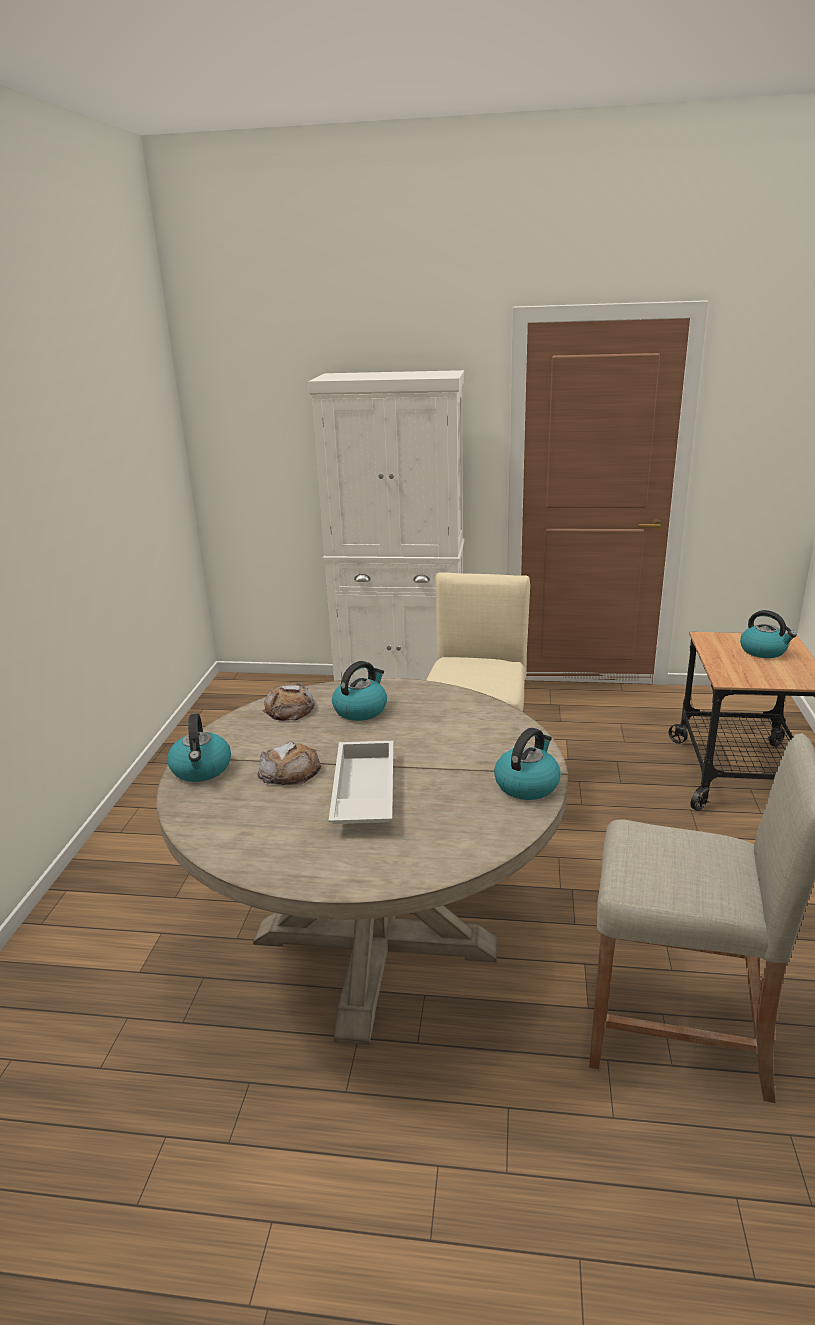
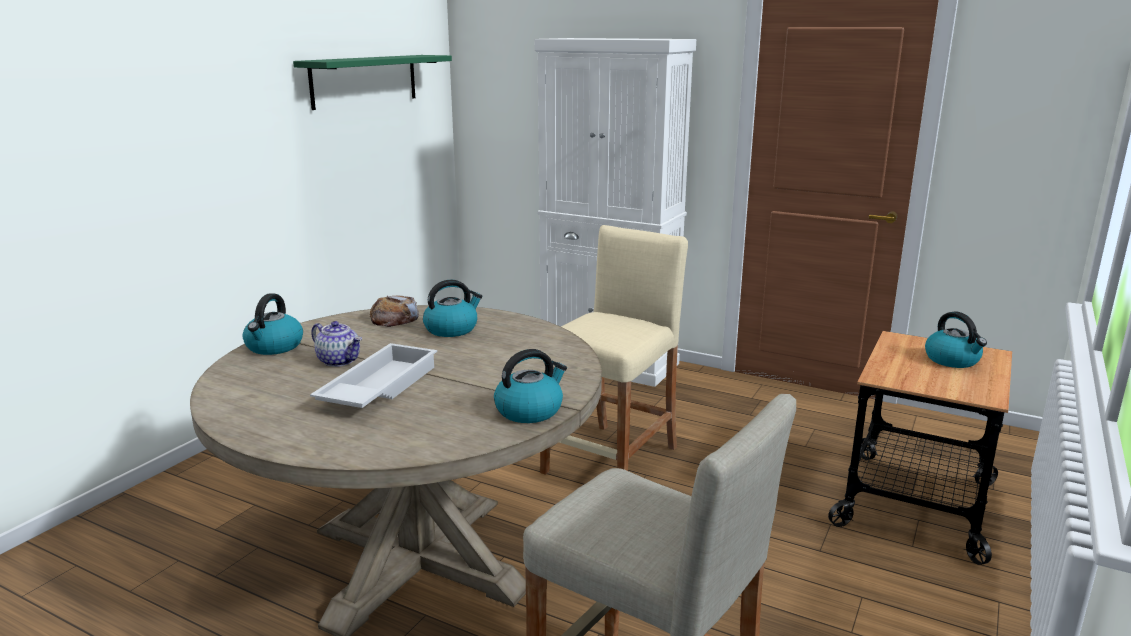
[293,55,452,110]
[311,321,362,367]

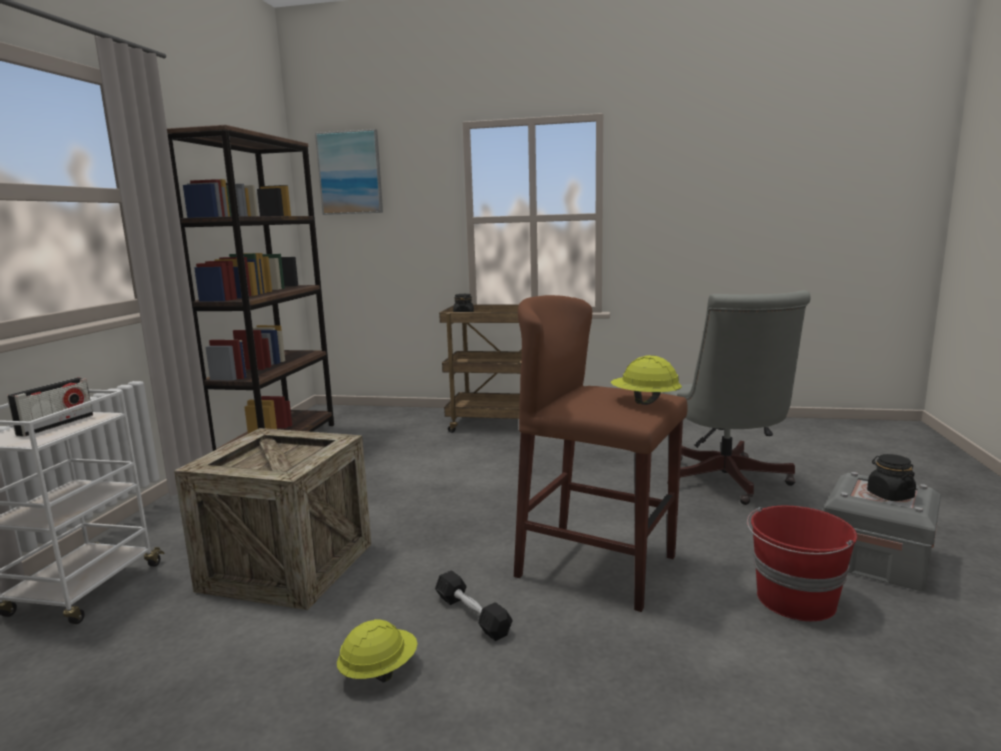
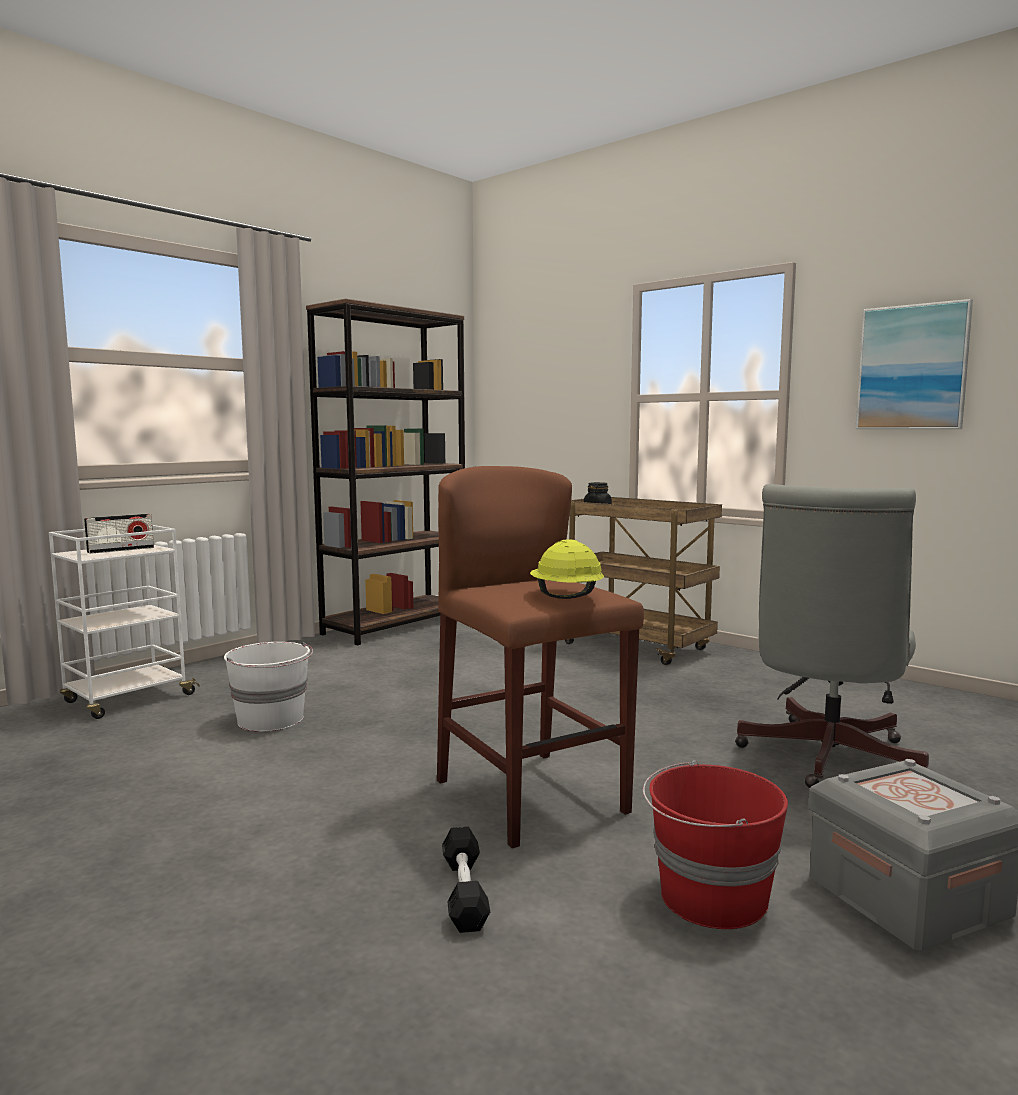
[337,619,417,682] (first image)
[867,454,916,501] (first image)
[856,299,973,429]
[442,827,490,933]
[224,642,313,732]

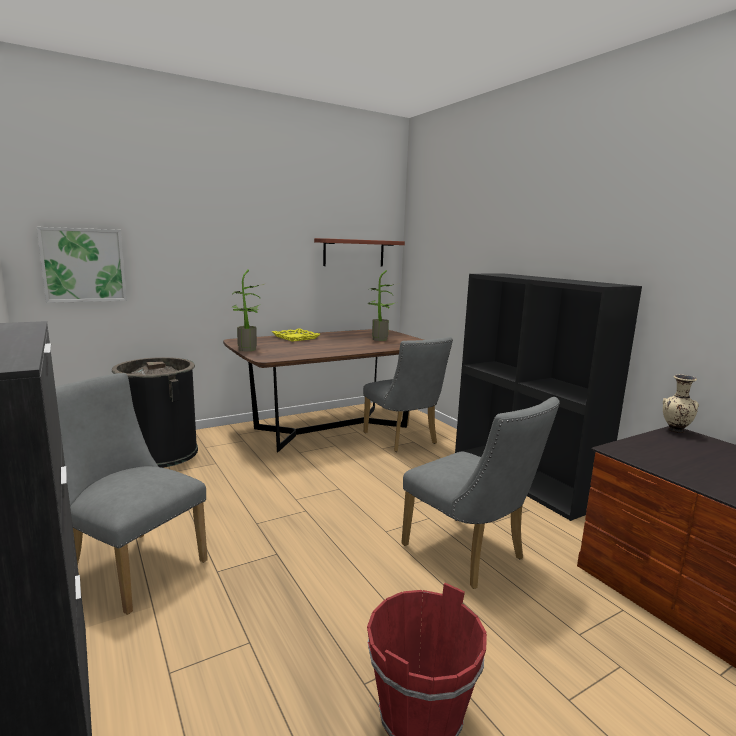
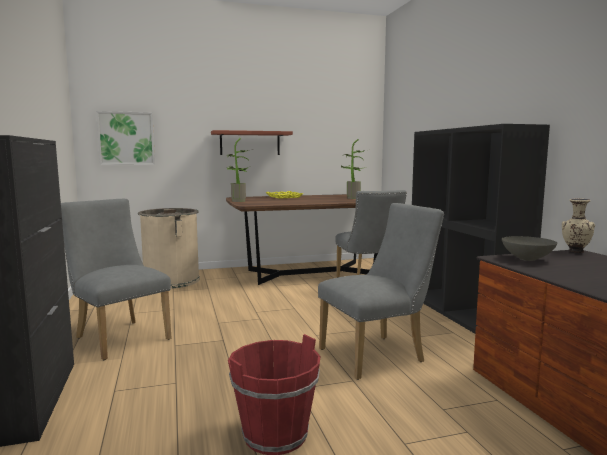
[502,236,557,261]
[211,130,293,155]
[138,208,200,289]
[318,203,444,380]

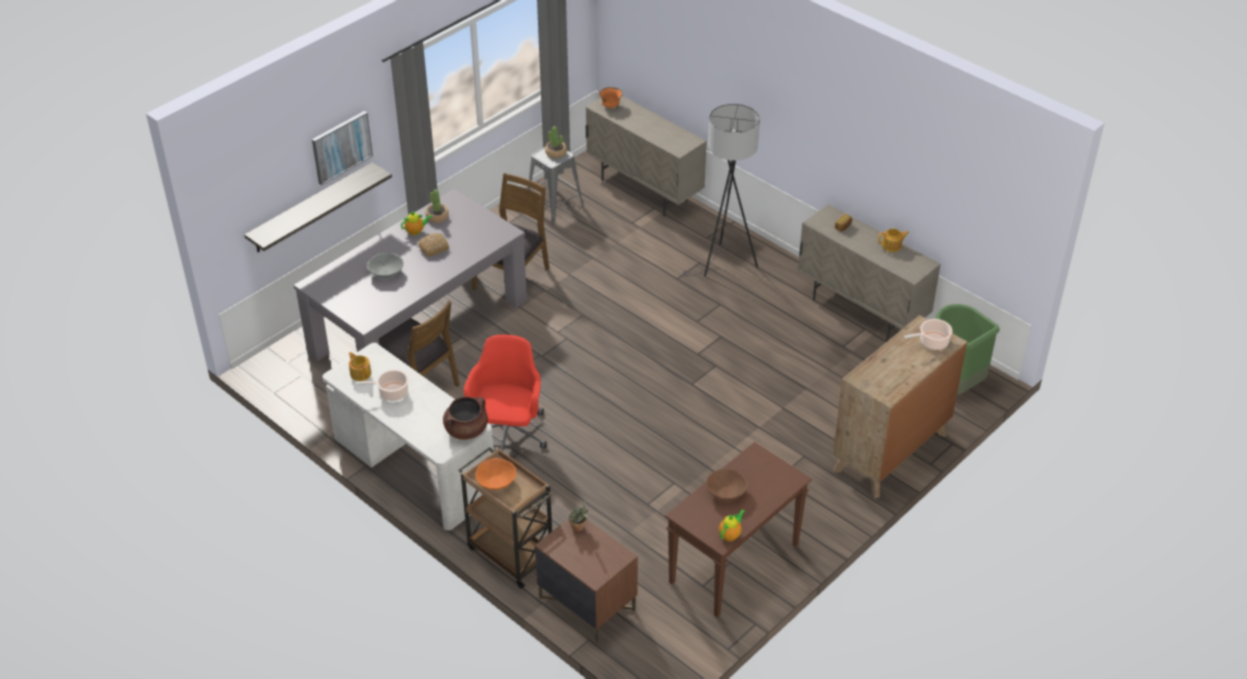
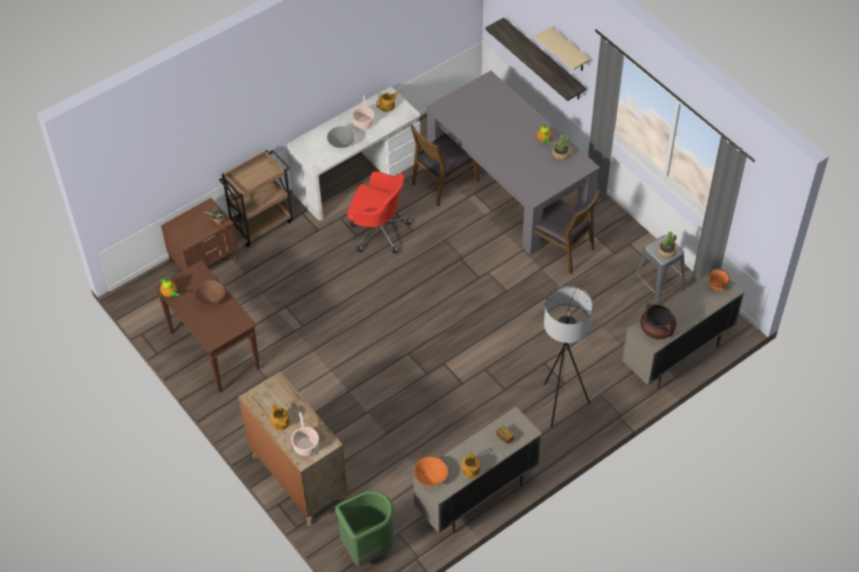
[418,233,449,257] (first image)
[270,404,290,430]
[327,126,355,148]
[641,304,676,340]
[414,457,448,486]
[535,27,590,71]

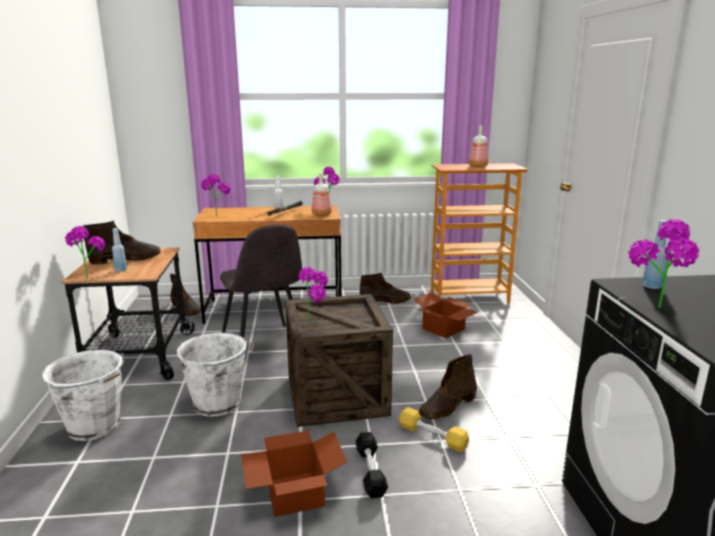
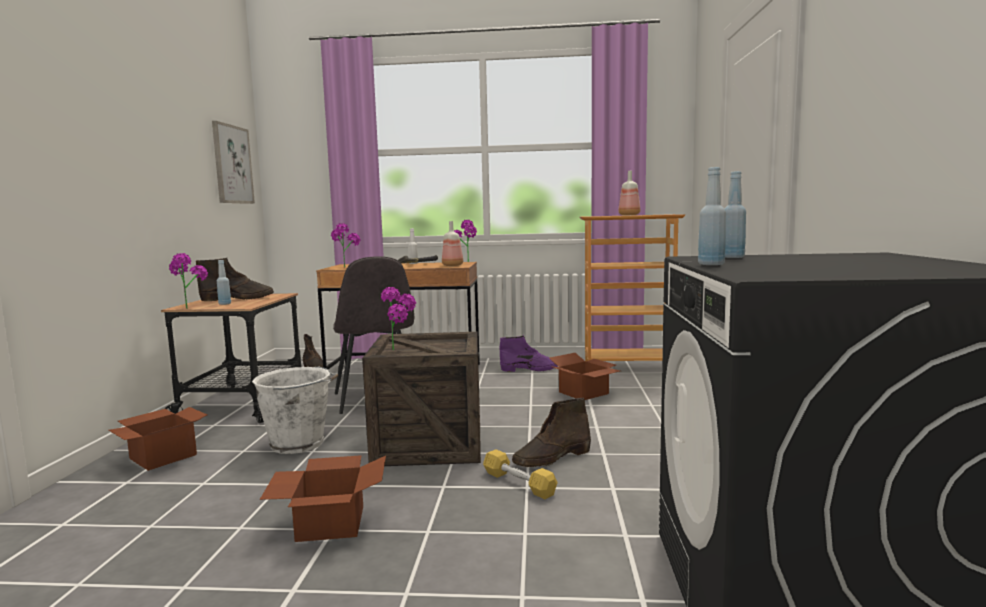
[355,432,388,498] (first image)
[212,121,255,204]
[108,407,208,471]
[698,167,726,265]
[500,335,558,372]

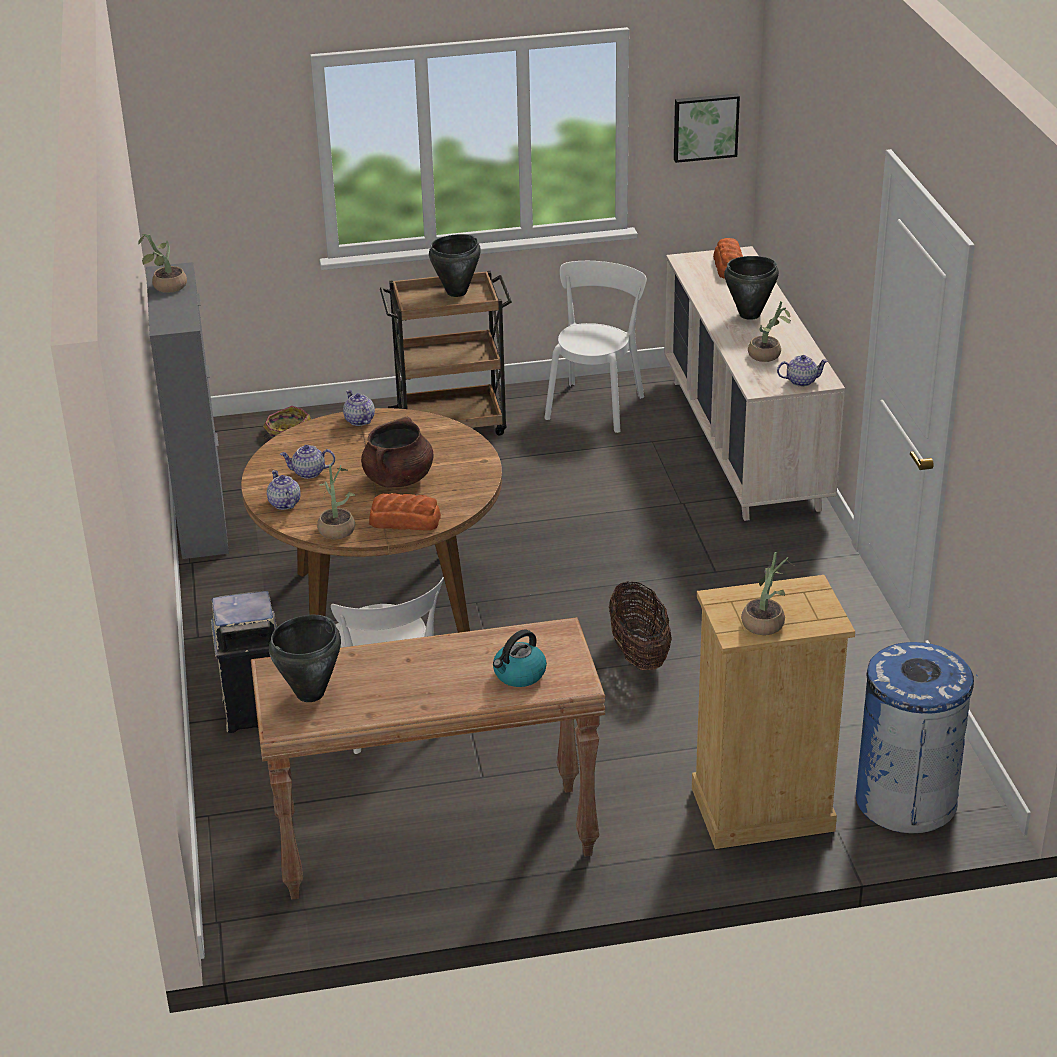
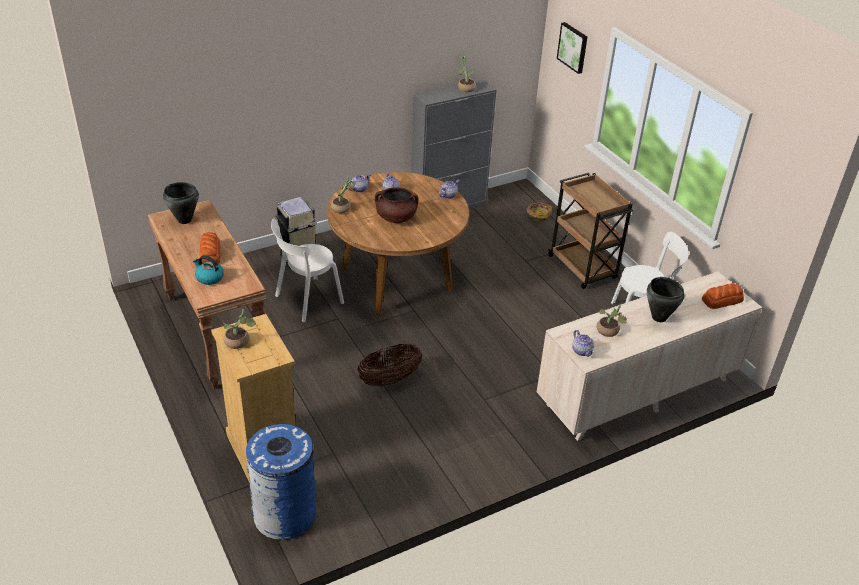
[429,234,481,297] (first image)
[200,232,221,263]
[557,22,587,74]

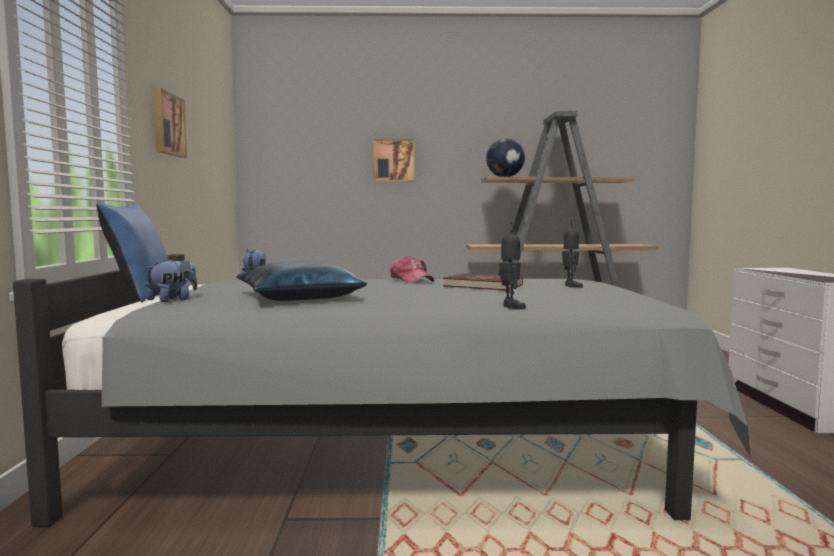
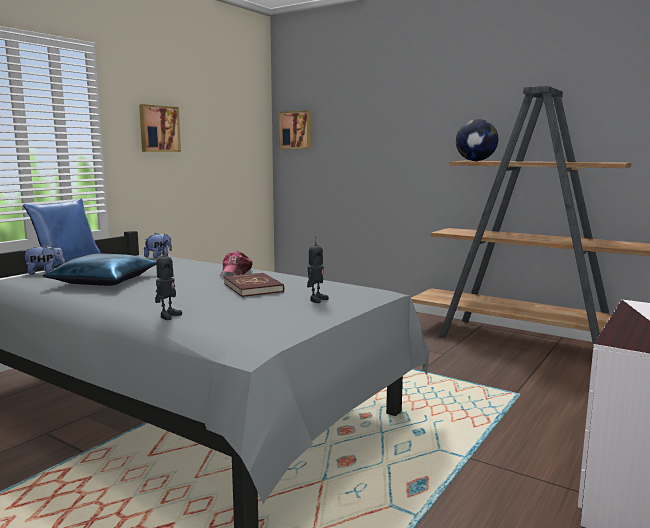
[279,110,311,149]

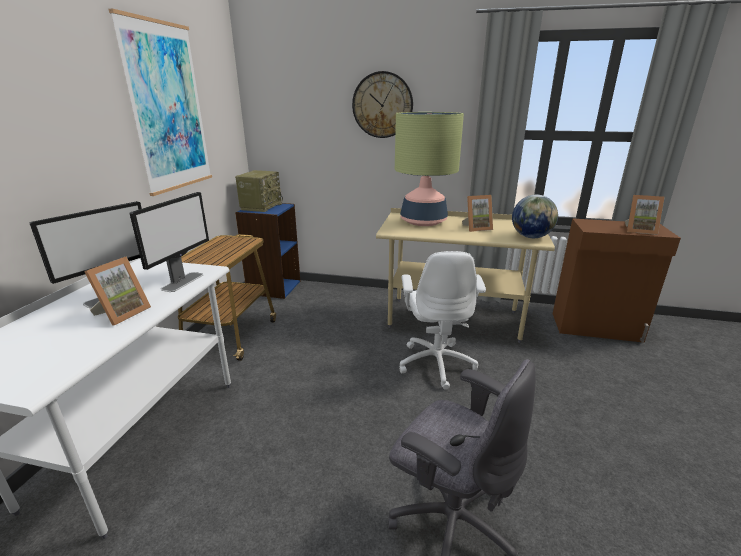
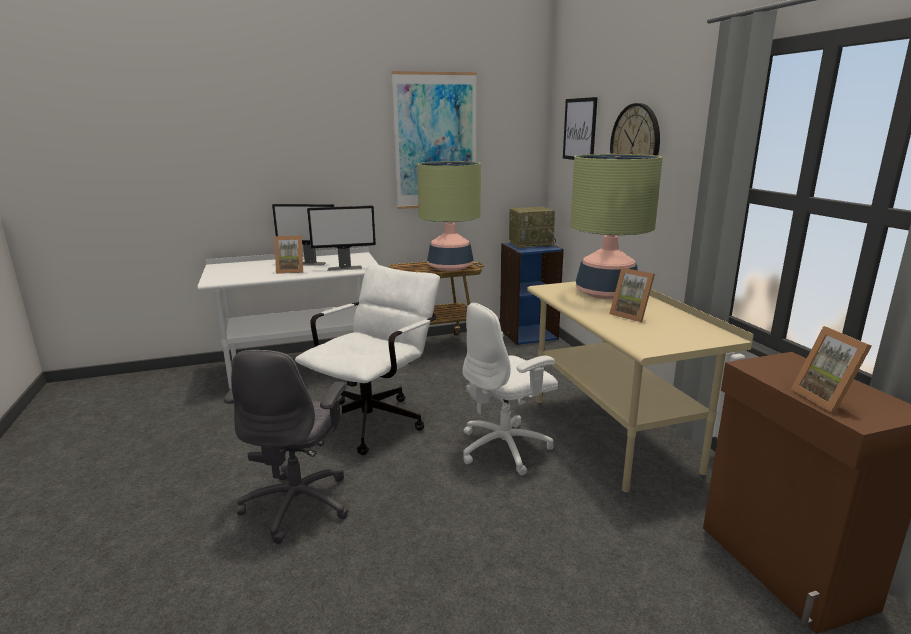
[512,195,558,238] (first image)
[295,264,440,455]
[417,161,481,271]
[563,97,598,160]

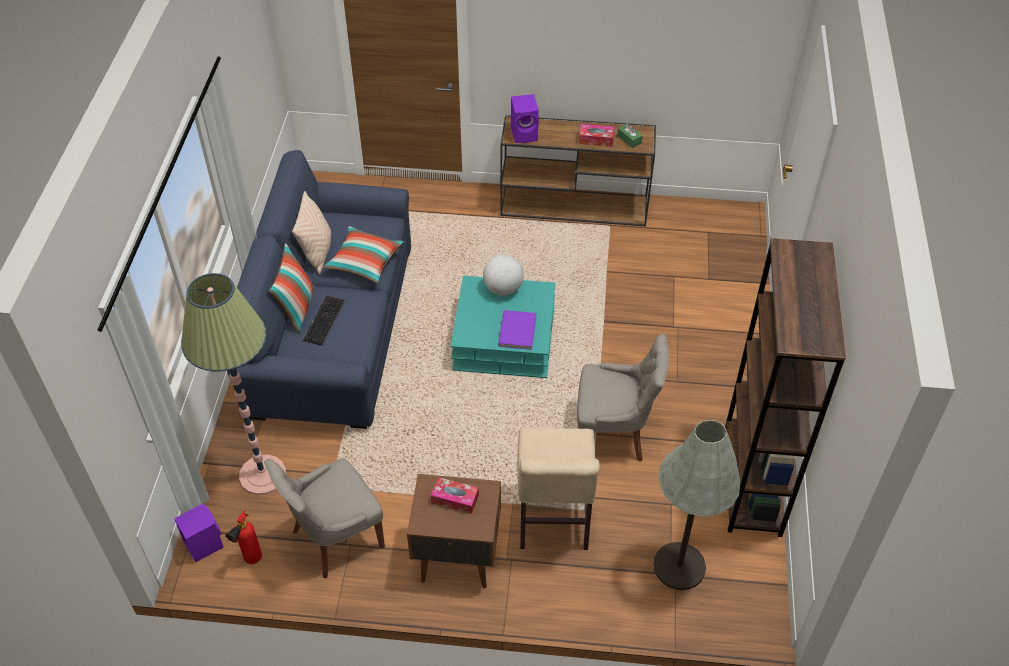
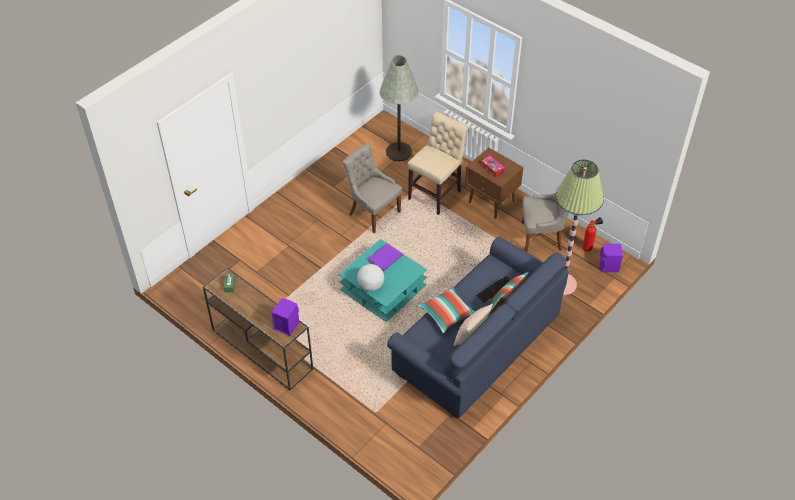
[579,124,614,147] (first image)
[725,238,846,537] (first image)

